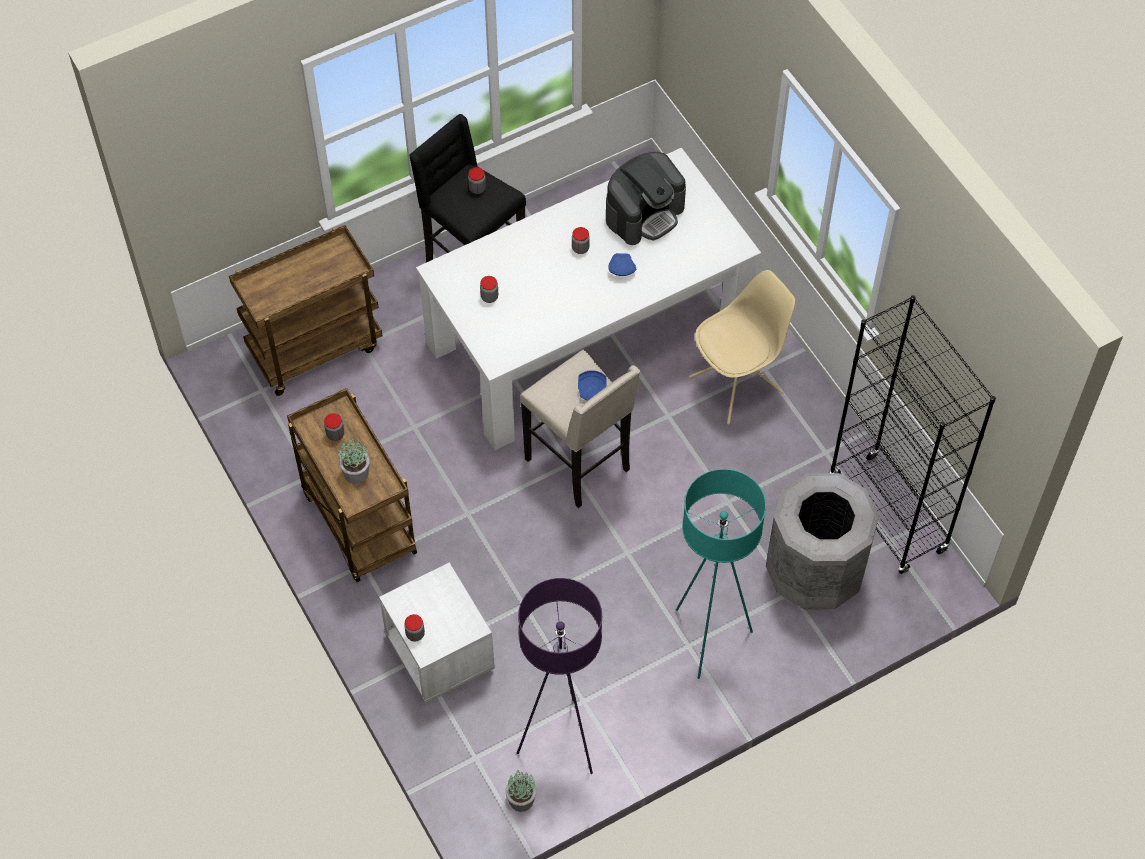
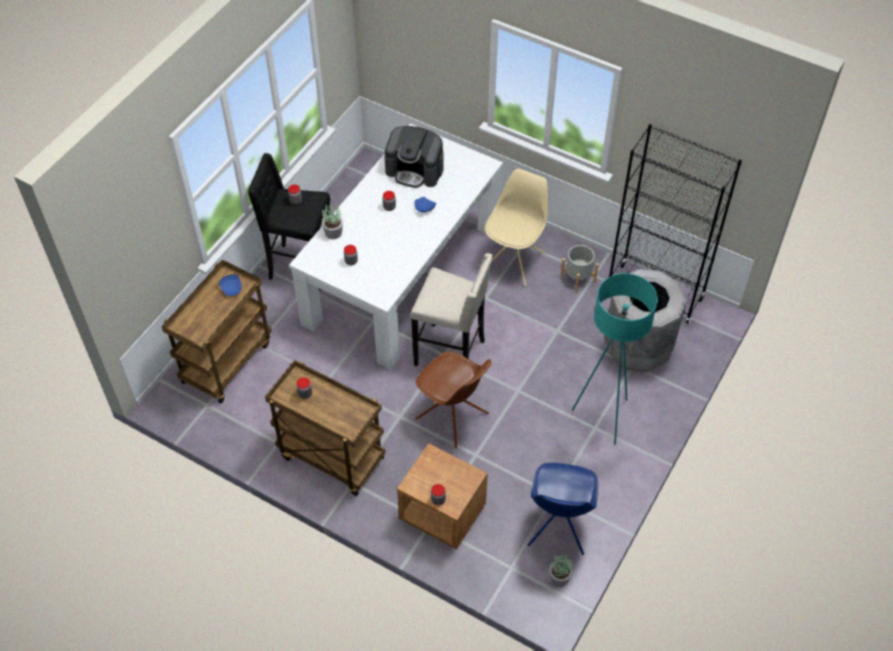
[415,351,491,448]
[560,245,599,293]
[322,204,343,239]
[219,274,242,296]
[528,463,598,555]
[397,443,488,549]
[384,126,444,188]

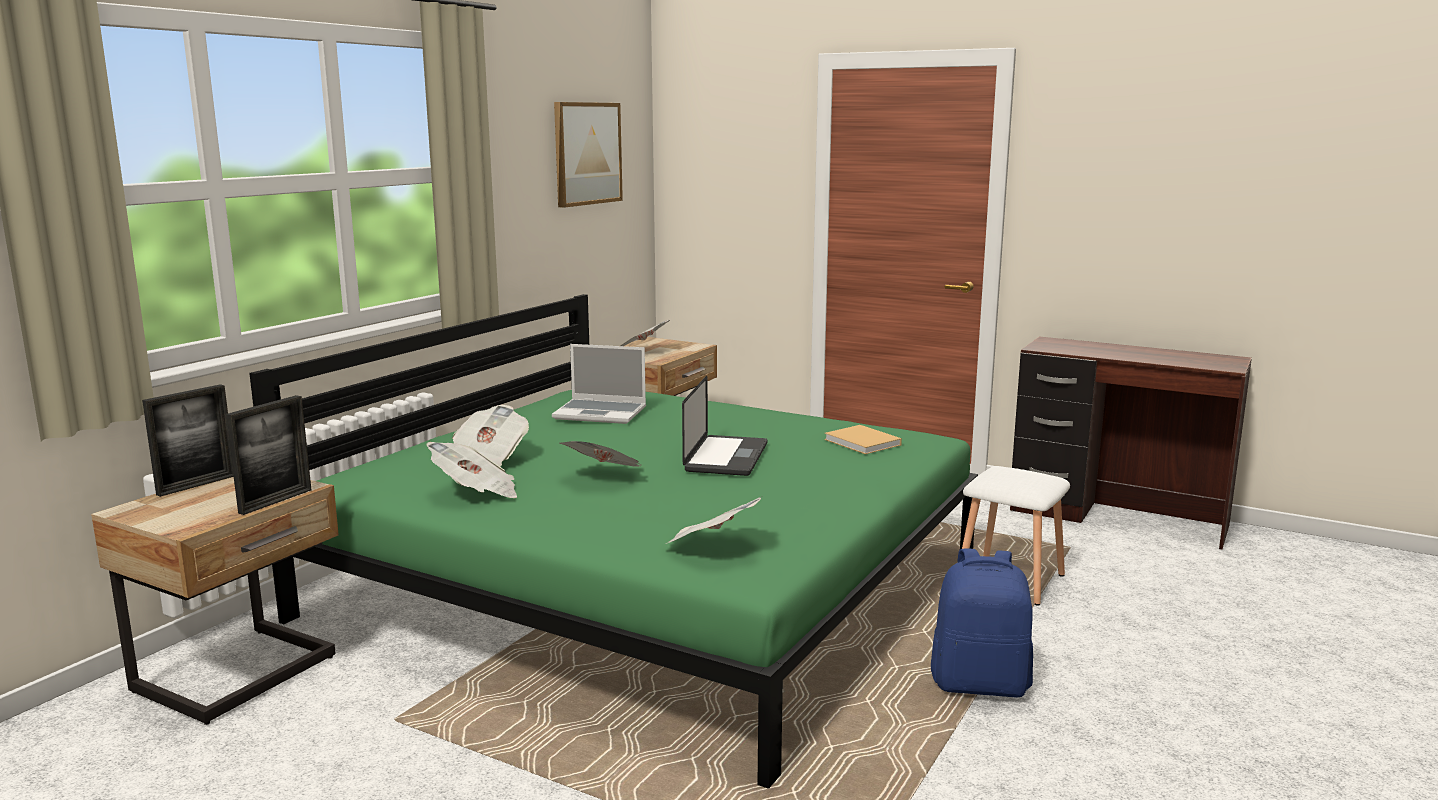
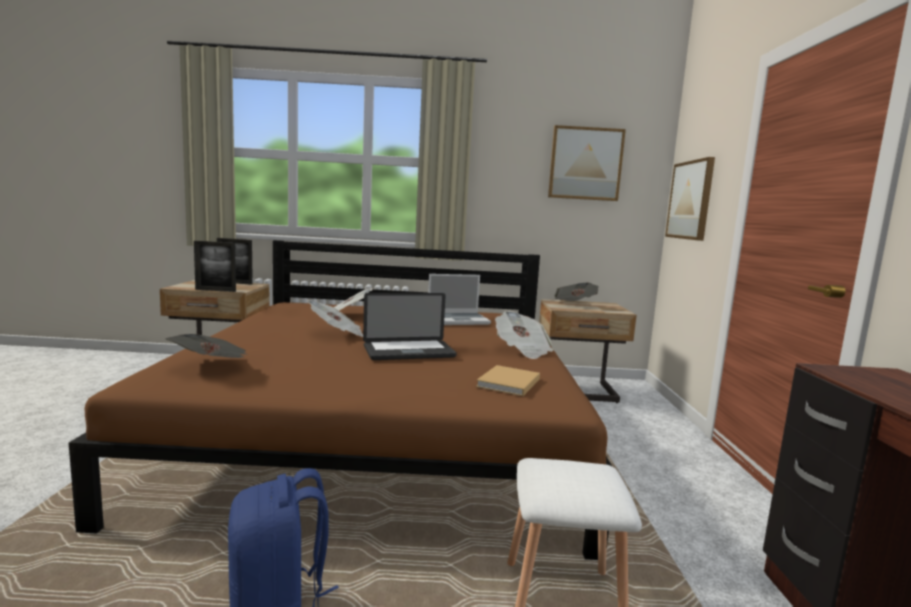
[665,157,715,241]
[495,311,553,359]
[69,240,613,560]
[428,274,491,325]

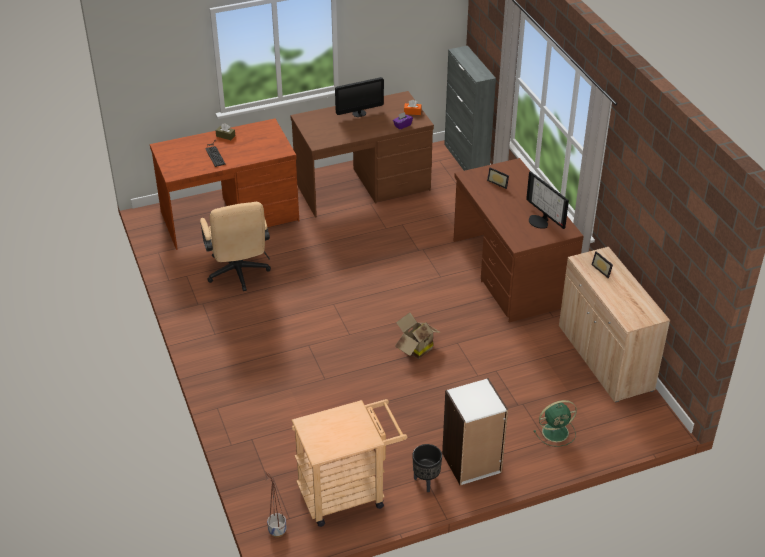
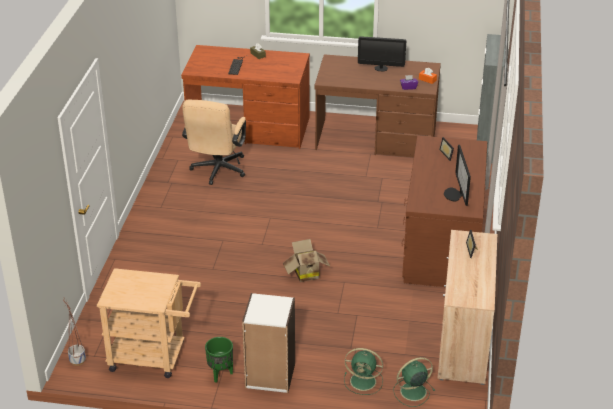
[393,357,435,407]
[205,337,233,383]

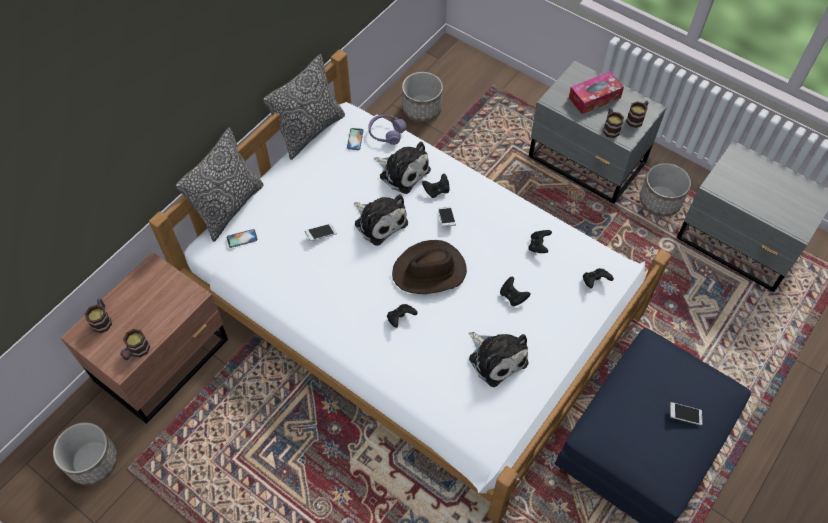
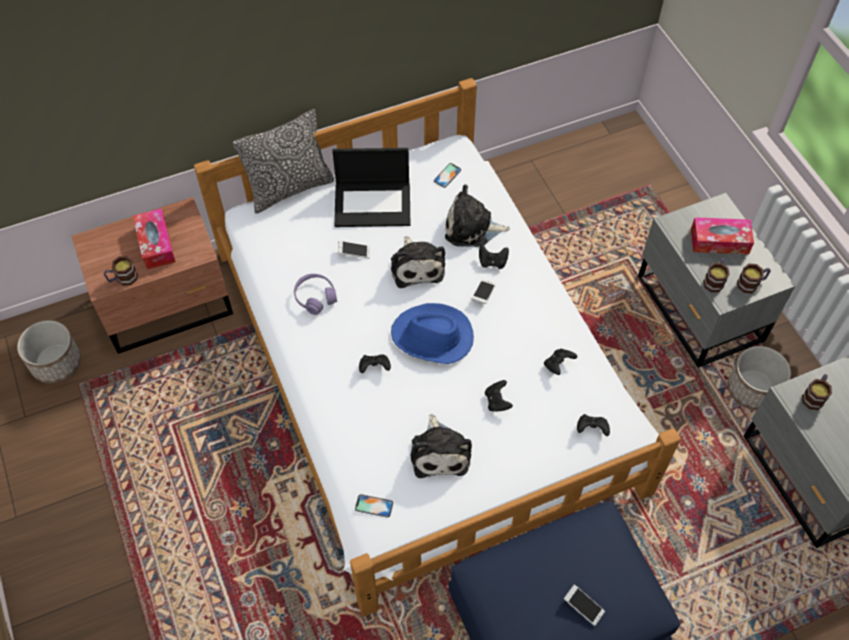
[263,54,345,160] (first image)
[402,72,443,122] (first image)
[133,208,176,269]
[332,148,410,227]
[802,374,832,410]
[355,494,393,518]
[294,274,337,315]
[391,303,474,364]
[445,184,510,247]

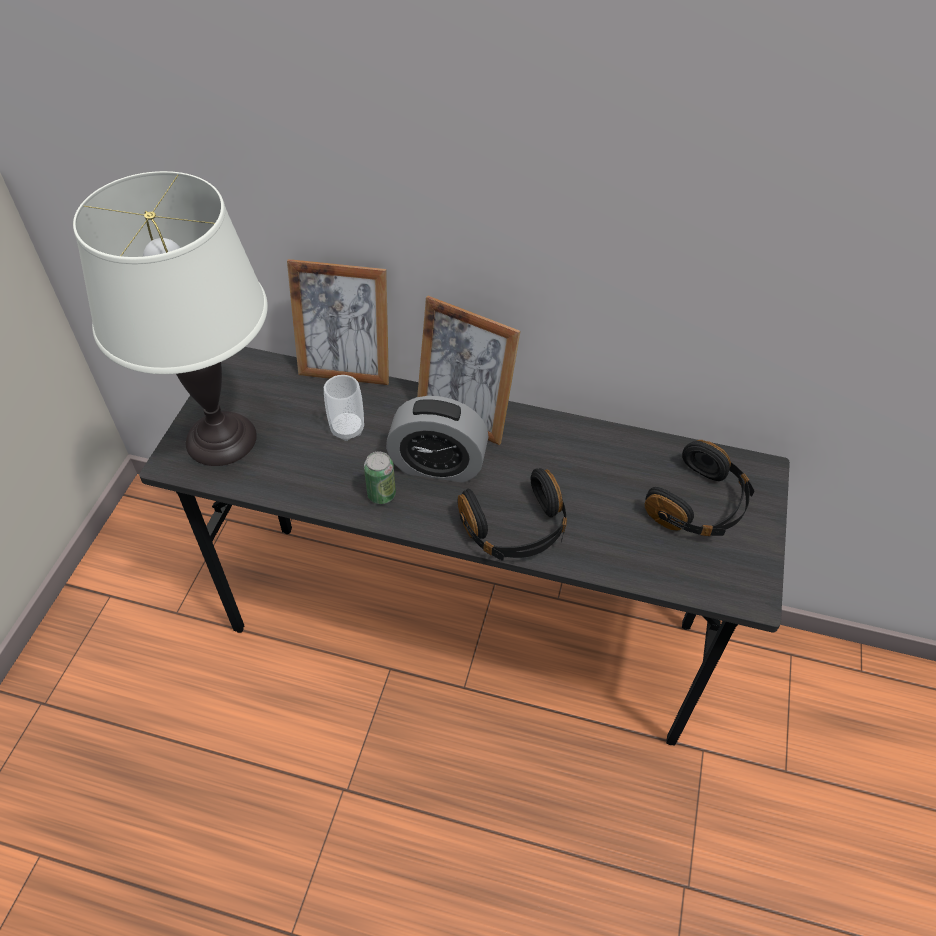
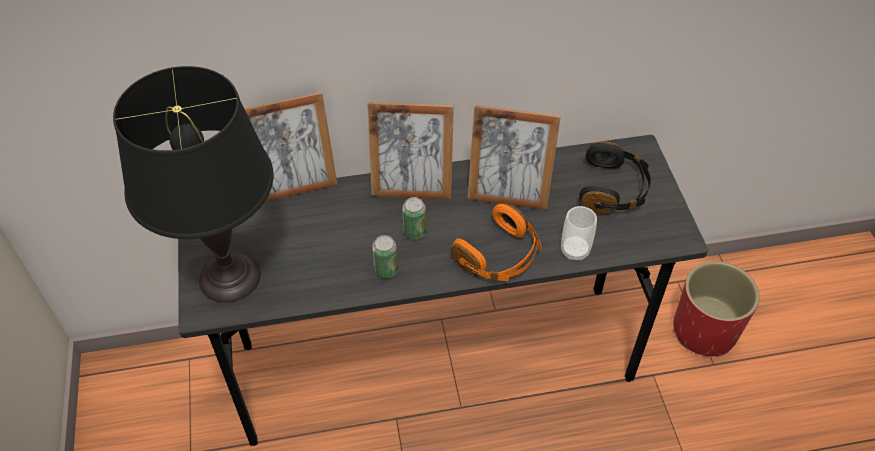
[467,105,561,210]
[673,261,759,356]
[561,206,597,261]
[402,197,426,239]
[113,66,273,303]
[451,203,542,281]

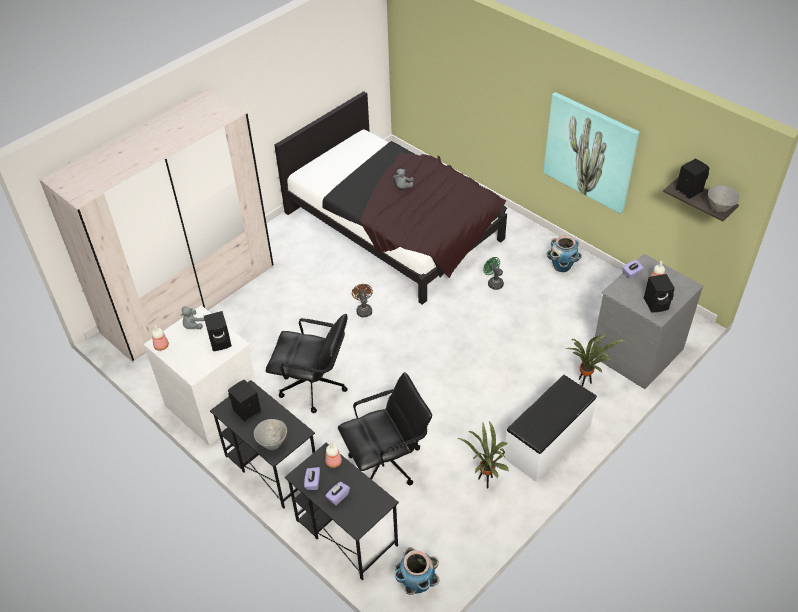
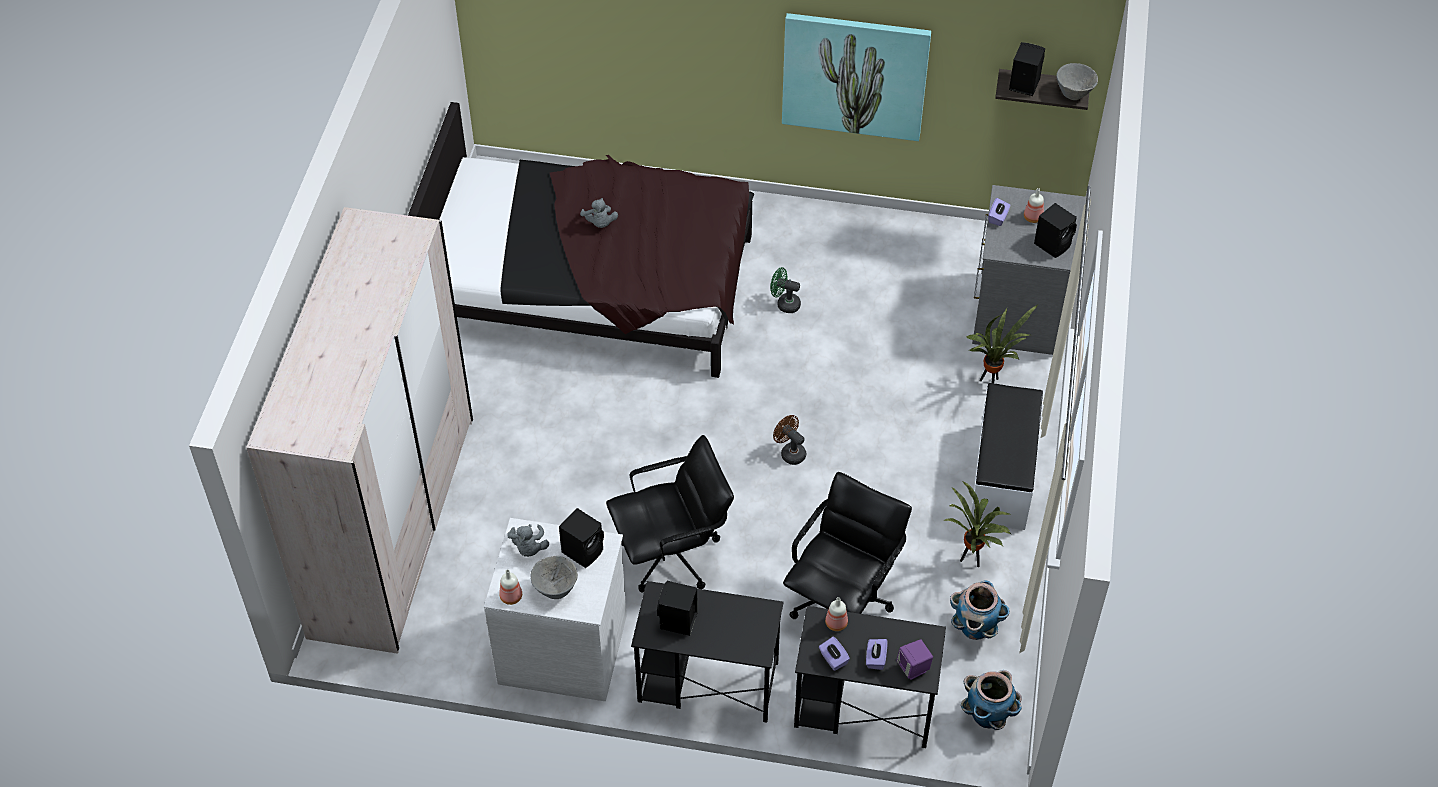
[897,639,933,680]
[531,556,578,599]
[773,415,806,465]
[950,580,1010,640]

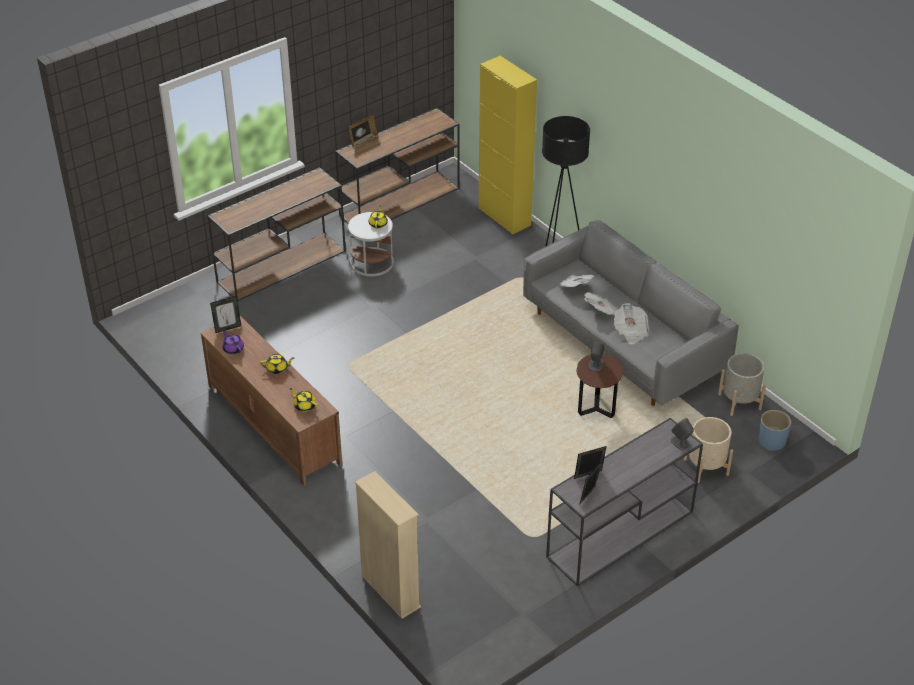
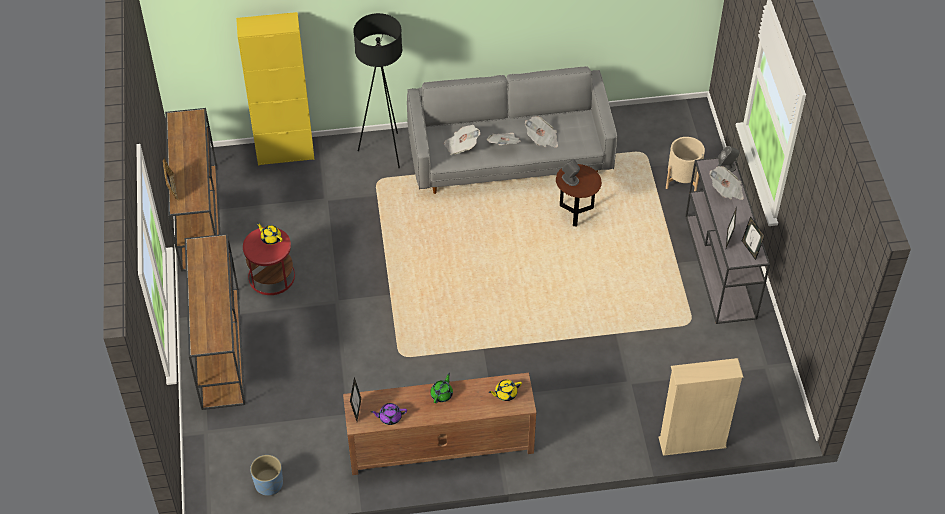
[718,353,766,416] (first image)
[710,166,744,200]
[250,455,283,496]
[430,373,453,403]
[243,227,295,295]

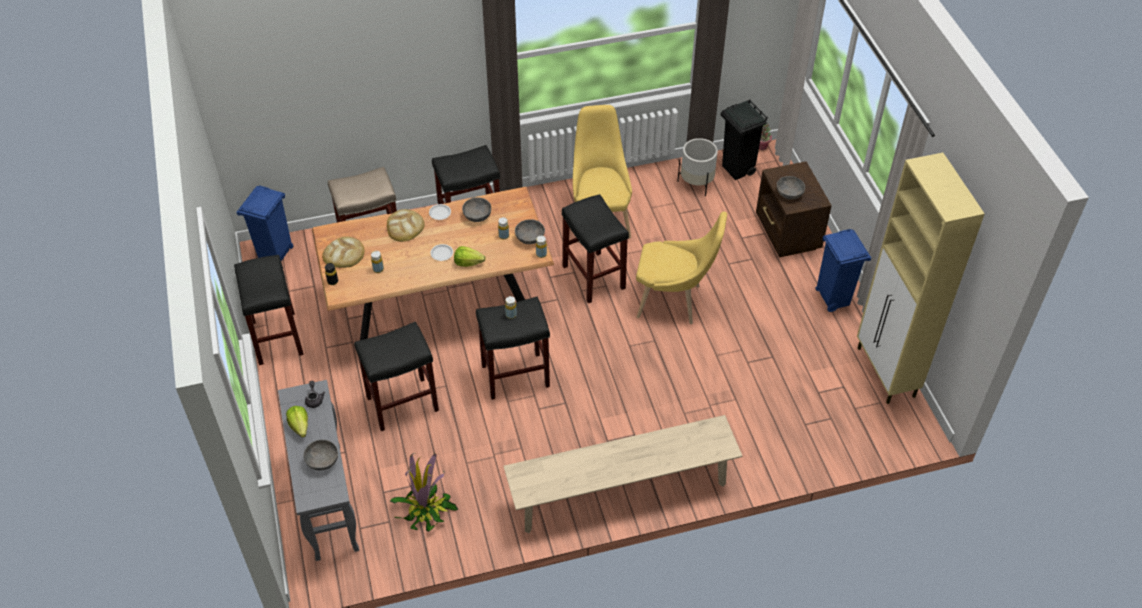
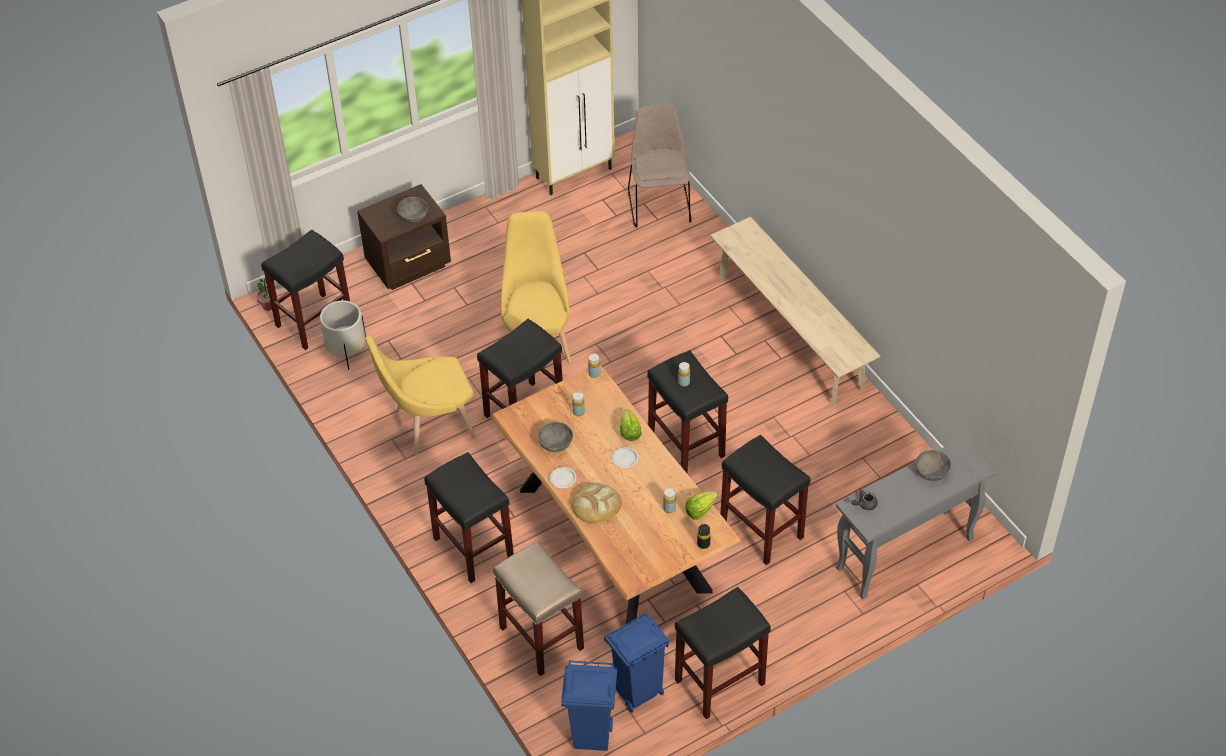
[322,237,364,268] (first image)
[390,453,458,532] (first image)
[515,219,545,244] (first image)
[628,105,692,228]
[685,491,718,520]
[604,613,670,713]
[261,229,350,350]

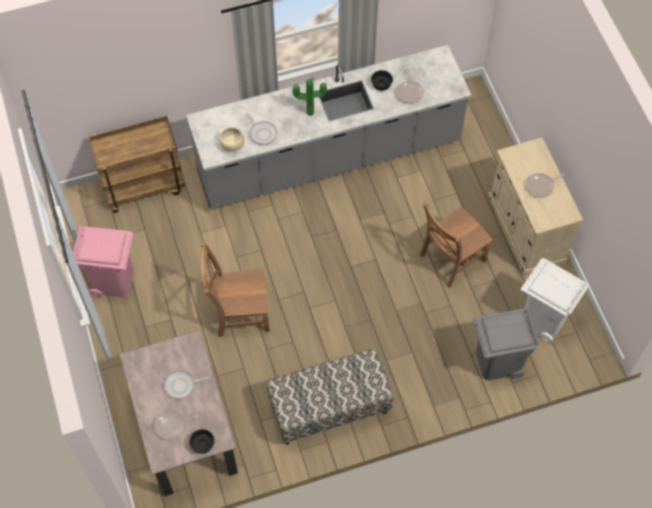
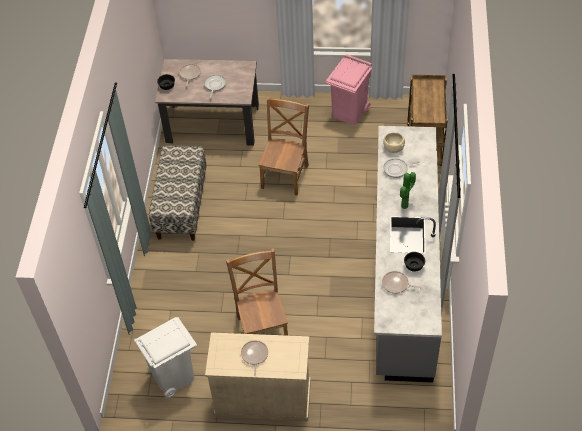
[474,308,540,380] (first image)

